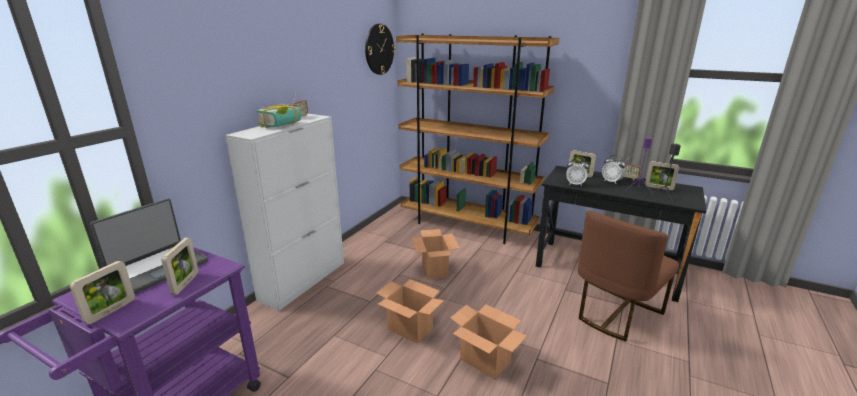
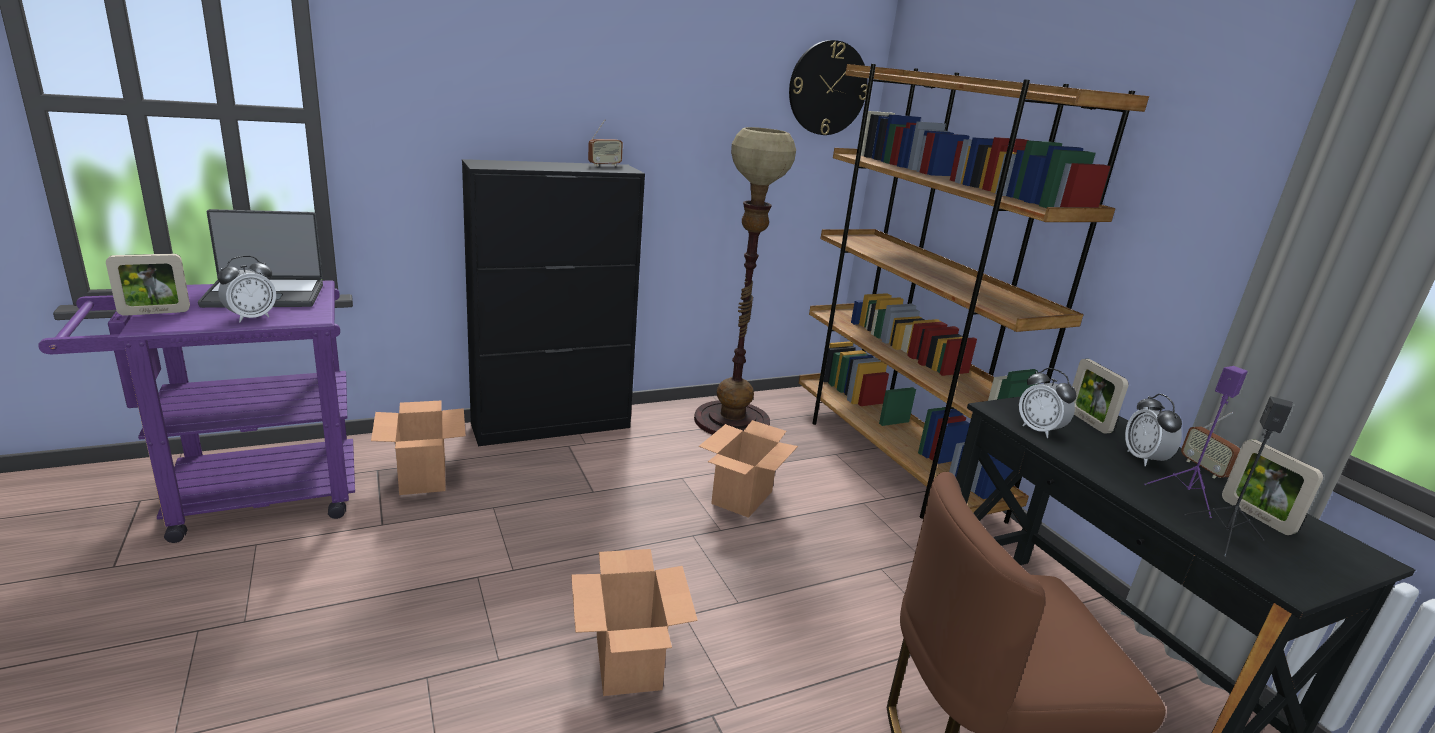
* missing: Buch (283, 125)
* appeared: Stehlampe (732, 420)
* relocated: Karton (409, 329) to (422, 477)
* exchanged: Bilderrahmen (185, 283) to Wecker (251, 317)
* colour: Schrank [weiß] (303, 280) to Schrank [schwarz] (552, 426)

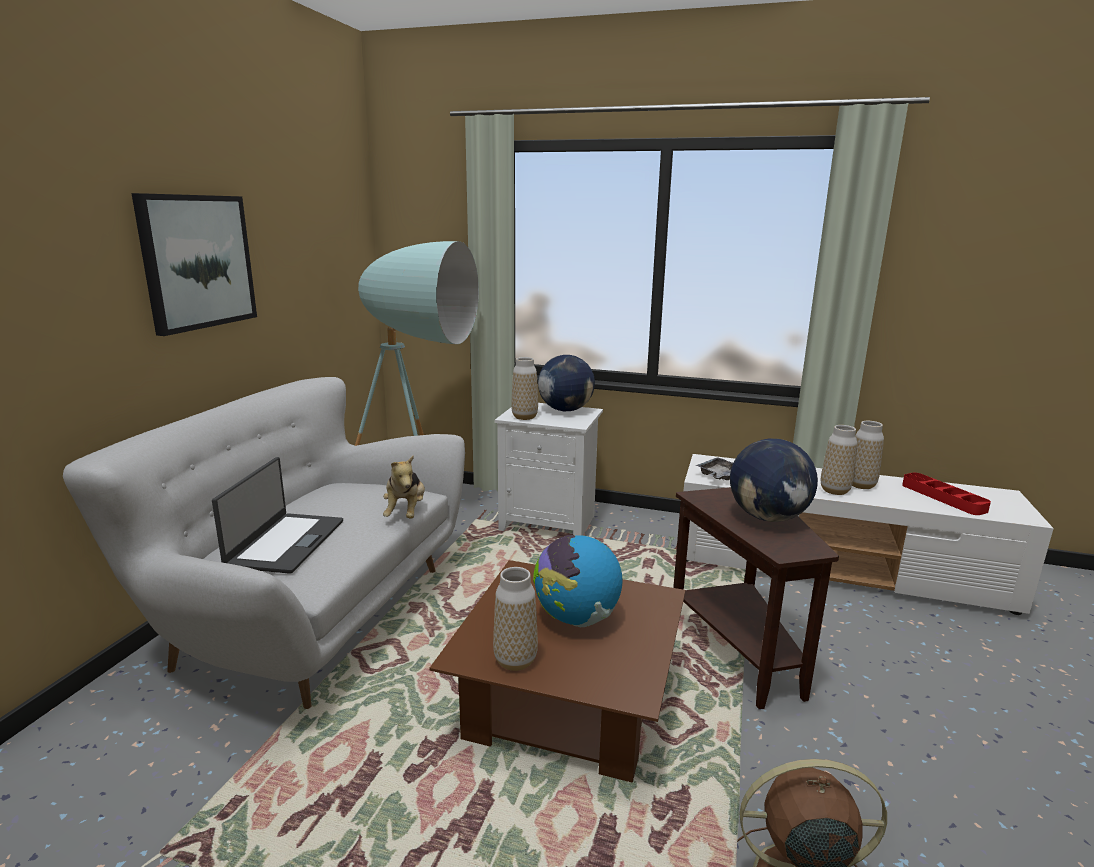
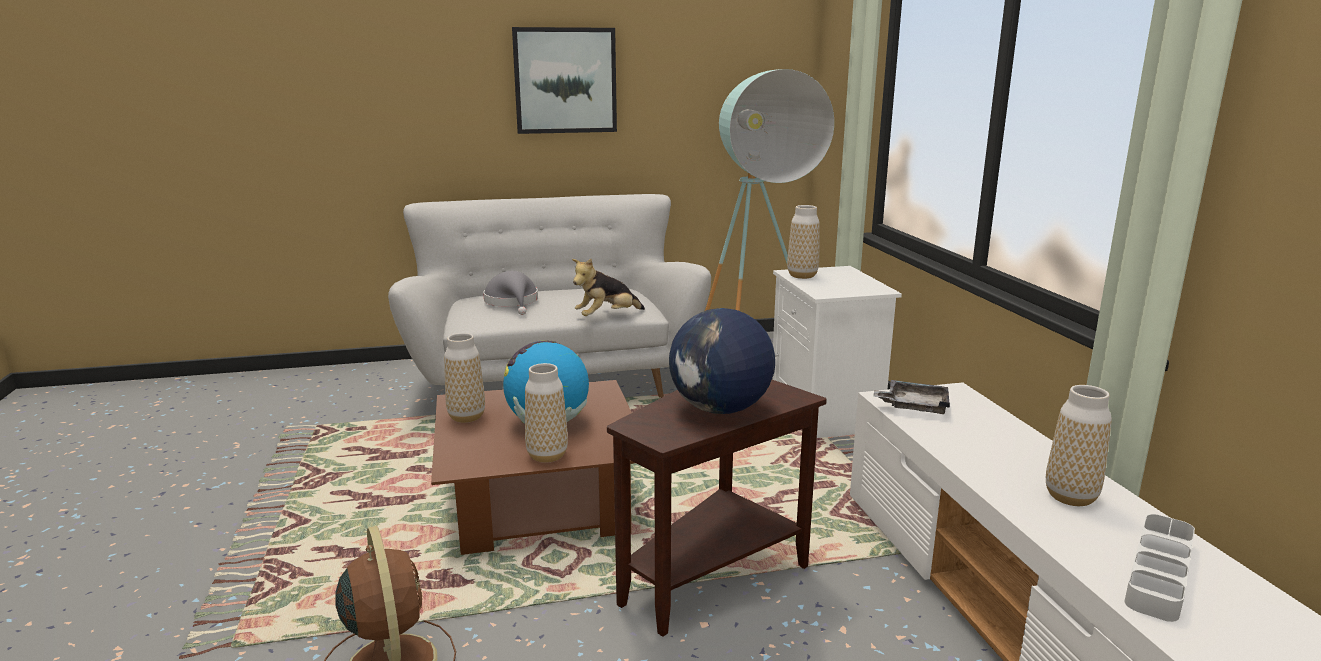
* missing: Globus (565, 410)
* relocated: Vase (834, 490) to (547, 455)
* exchanged: Laptop (285, 543) to Hut [grau] (512, 302)
* colour: Tablett [rot] (943, 497) to Tablett [grau] (1159, 572)

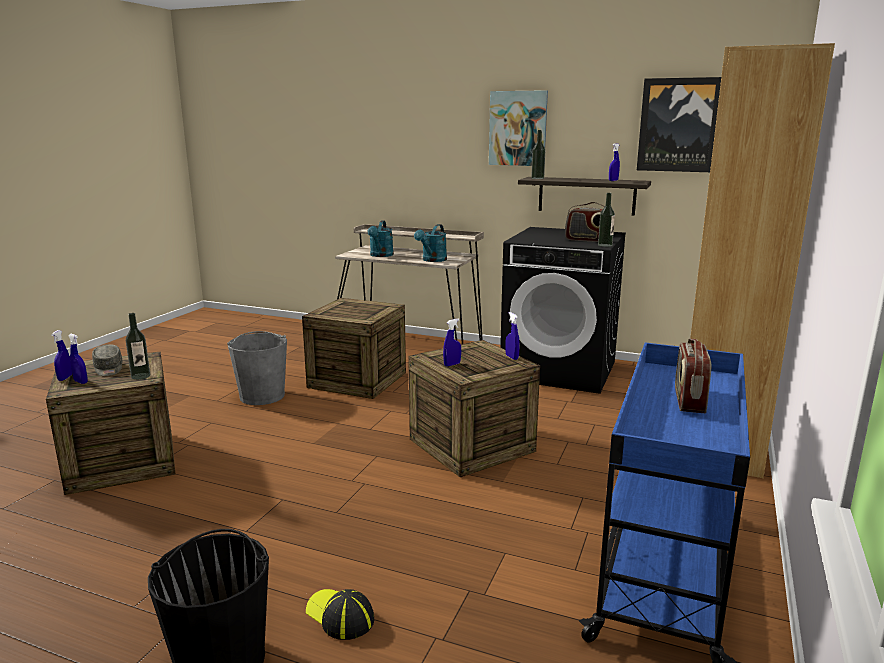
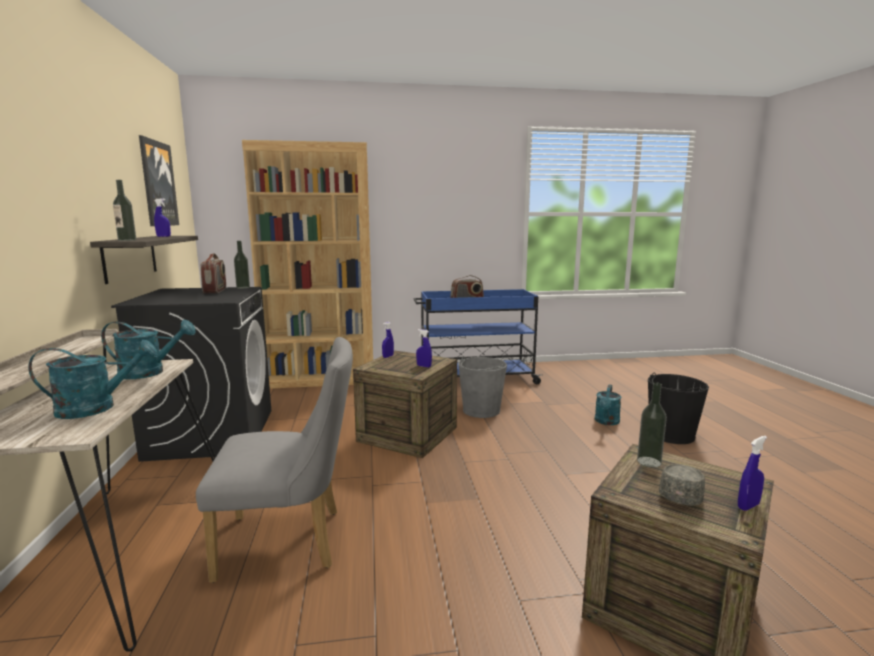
* missing: Sprühflasche [blau] (81, 382)
* missing: Bild (518, 128)
* relocated: Eimer [grau] (262, 396) to (481, 410)
* exchanged: Kiste (357, 380) to Stuhl [grau] (291, 542)
* exchanged: Kappe (340, 616) to Gießkanne [türkis] (606, 422)

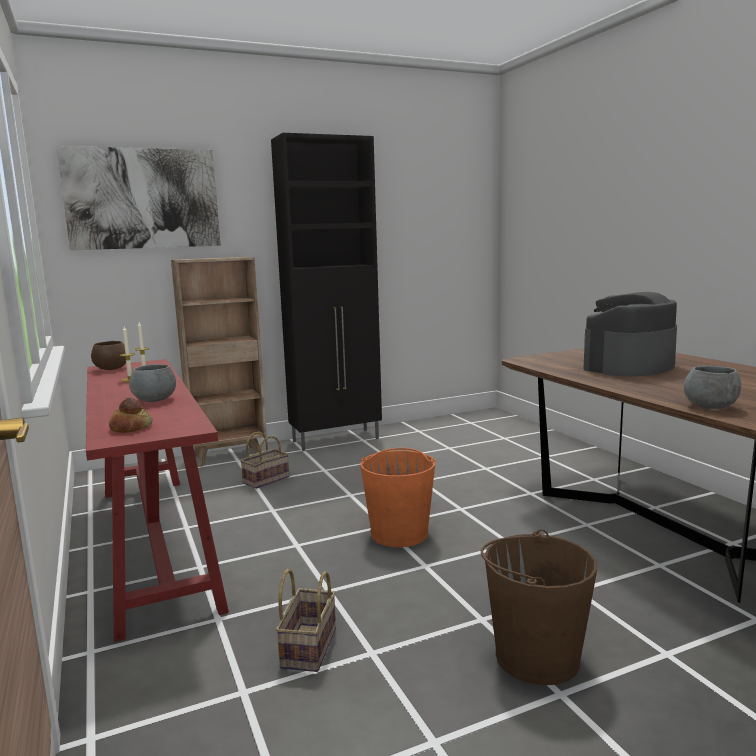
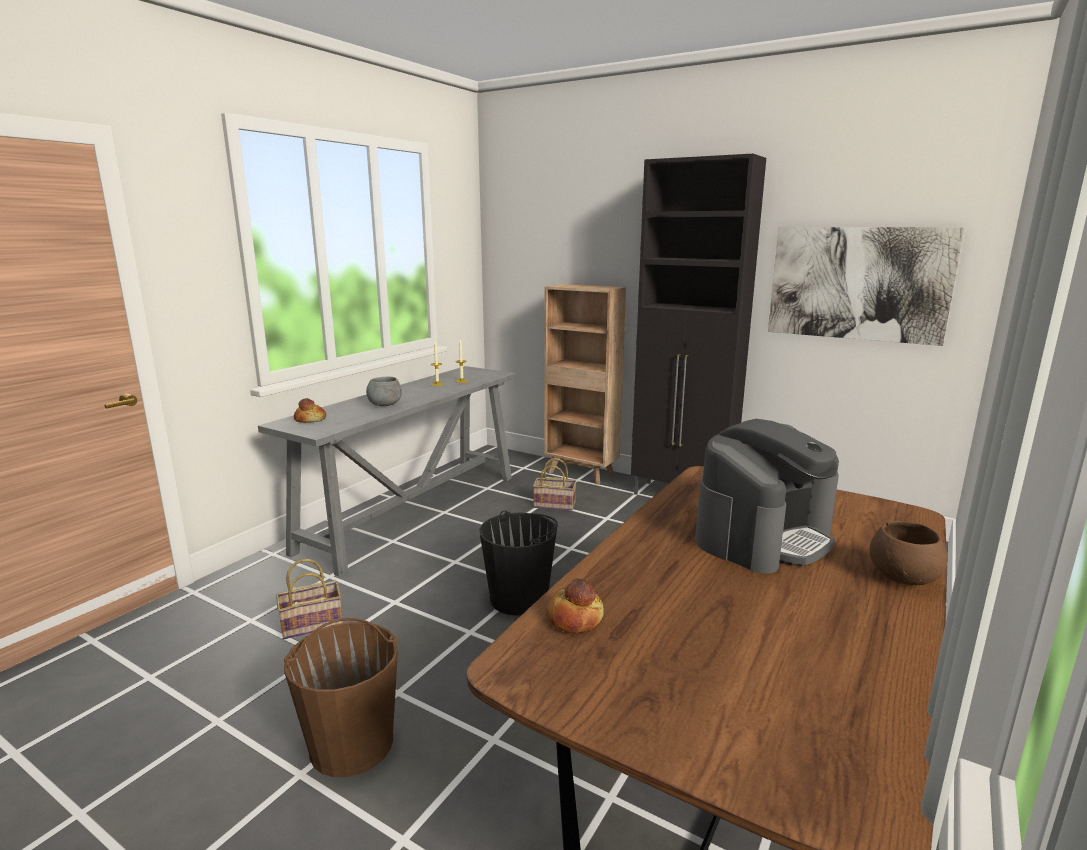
* relocated: Bild (143, 198) to (858, 284)
* relocated: Schüssel [braun] (111, 369) to (902, 578)
* exchanged: Schüssel [grau] (710, 407) to Brot (574, 617)
* colour: Konsolentisch [rot] (154, 541) to Konsolentisch [grau] (414, 511)
* colour: Eimer [orange] (399, 533) to Eimer [schwarz] (519, 598)
* spun: Kaffeemaschine (629, 367) = (763, 536) 120 degrees clockwise

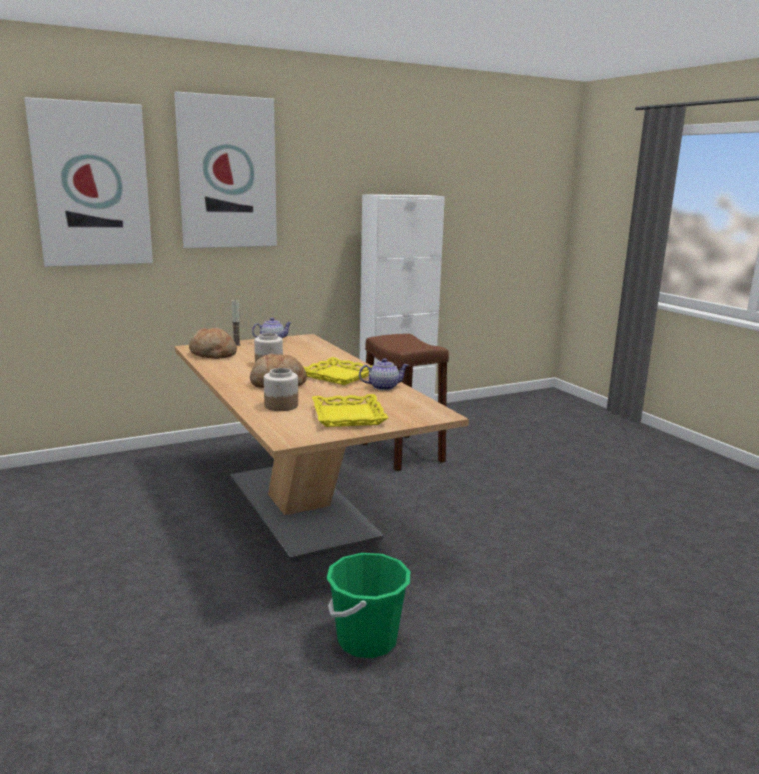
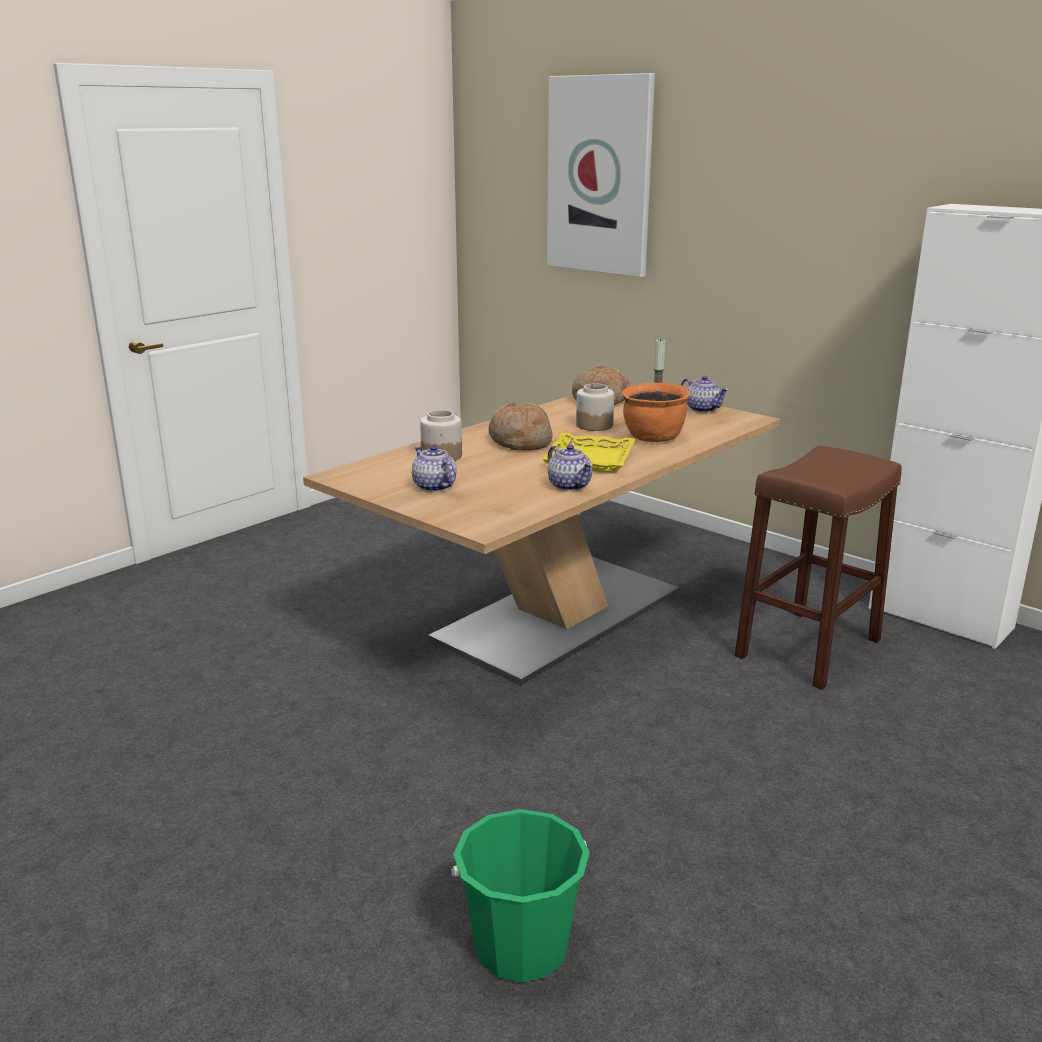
* missing: Bild (227, 173)
* appeared: Kochtopf [orange] (653, 438)
* relocated: Eimer [grün] (367, 640) to (521, 947)
* exchanged: Tablett [gelb] (349, 416) to Teekanne (434, 487)

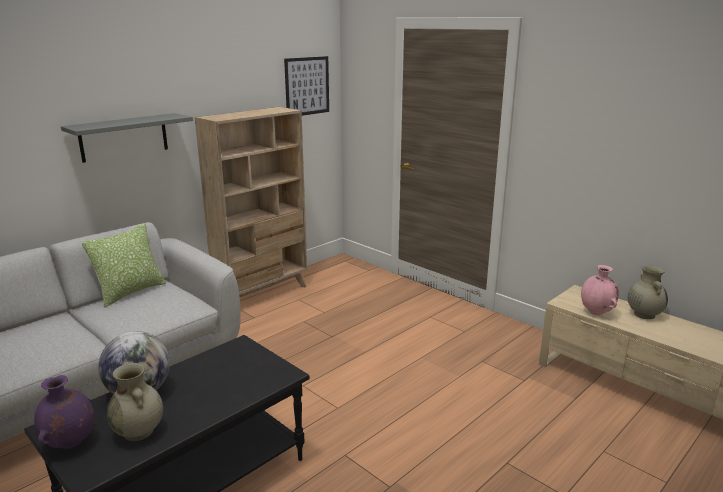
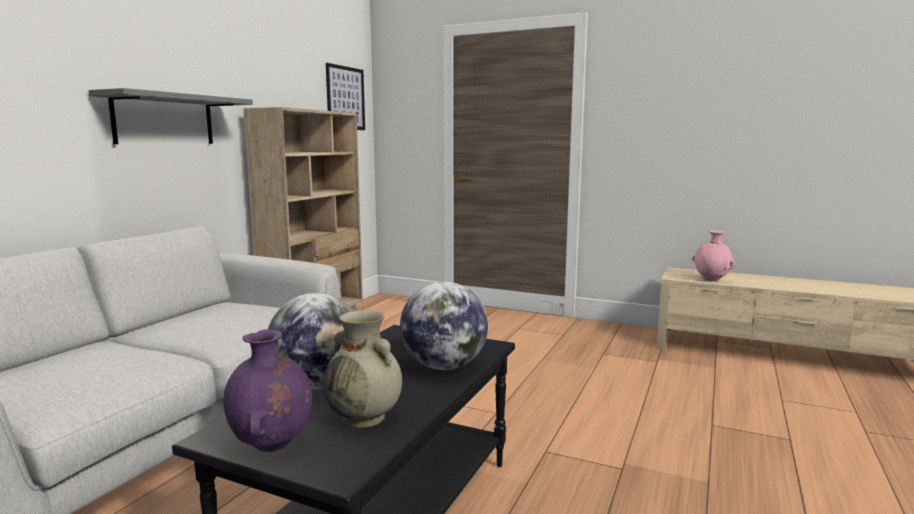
* missing: Kissen (130, 292)
* missing: Vase [beige] (644, 314)
* appeared: Globus (444, 366)

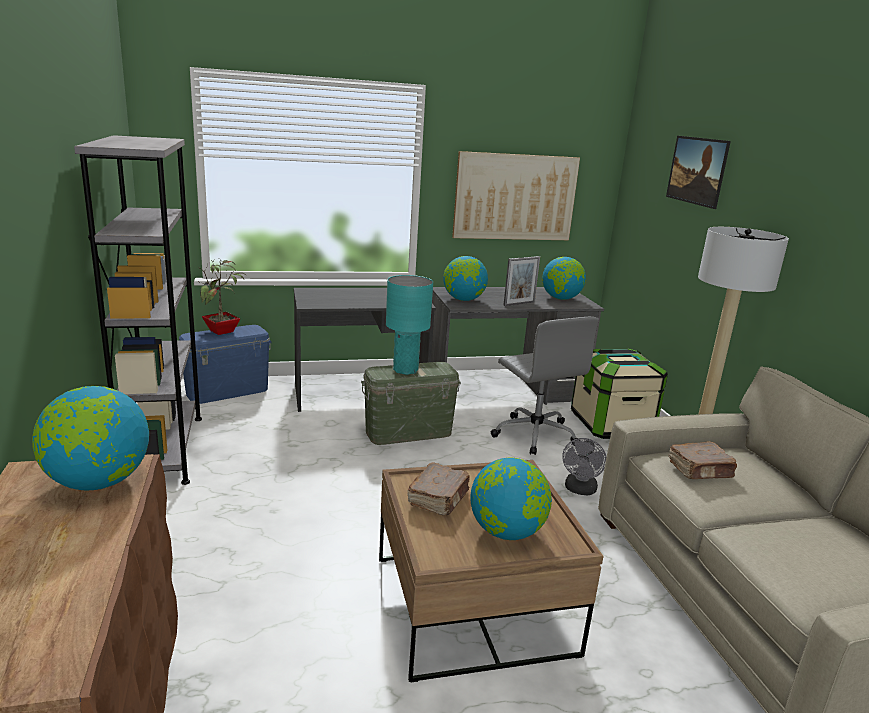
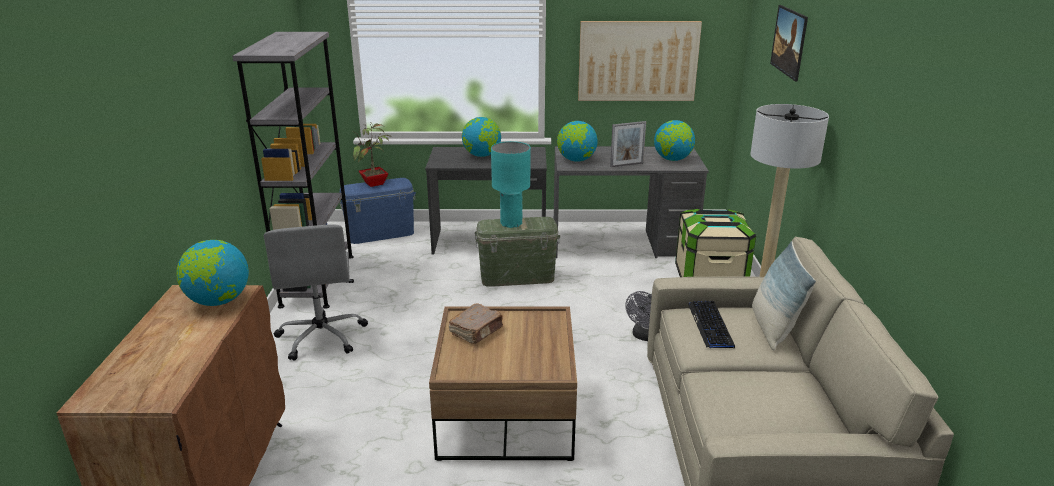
* appeared: Kissen (773, 329)
* relocated: Globus (506, 532) to (482, 155)
* relocated: Bürostuhl [grau] (534, 434) to (322, 336)
* exchanged: Buch [braun] (700, 470) to Tastatur (710, 325)

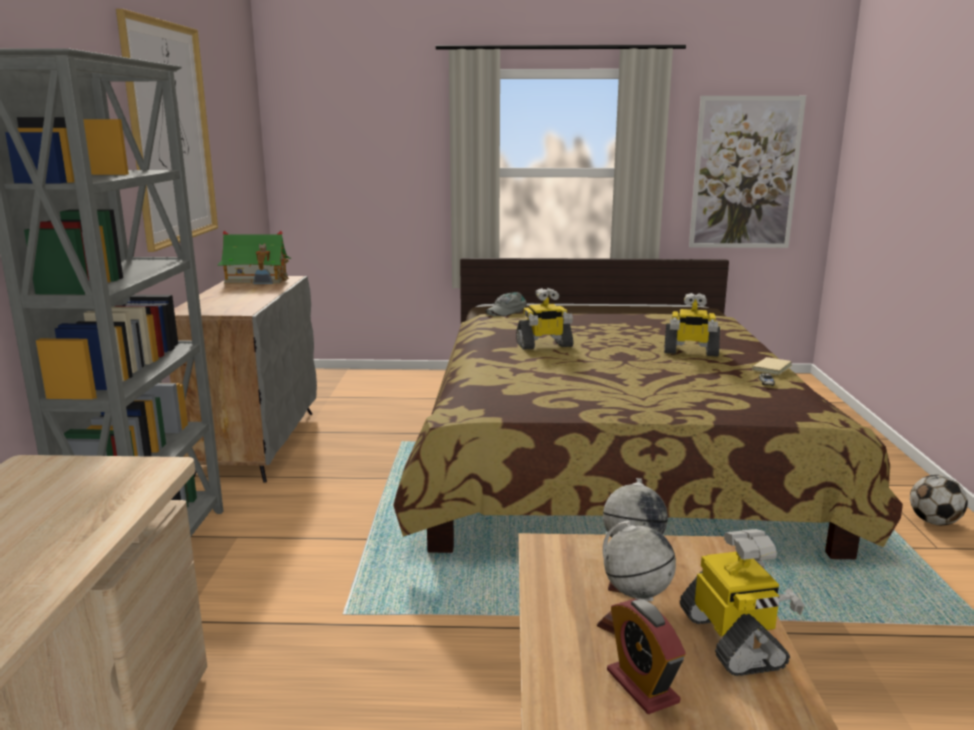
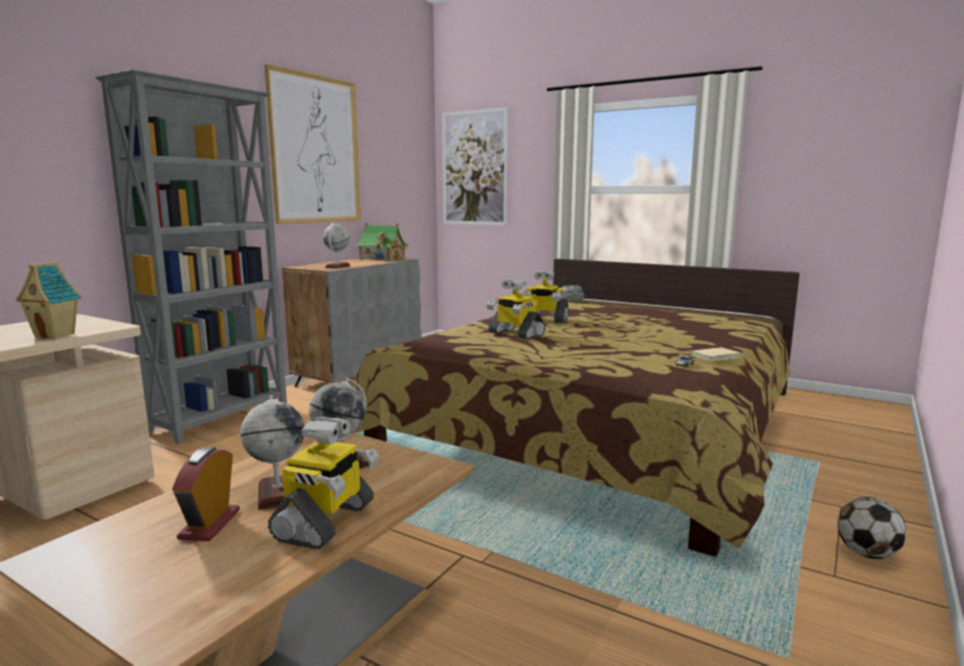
* appeared: Spielzeughaus (56, 335)
* appeared: Globus (337, 267)
* relocated: Spielzeugroboter (690, 352) to (515, 334)
* relocated: Bild (745, 173) to (474, 168)

